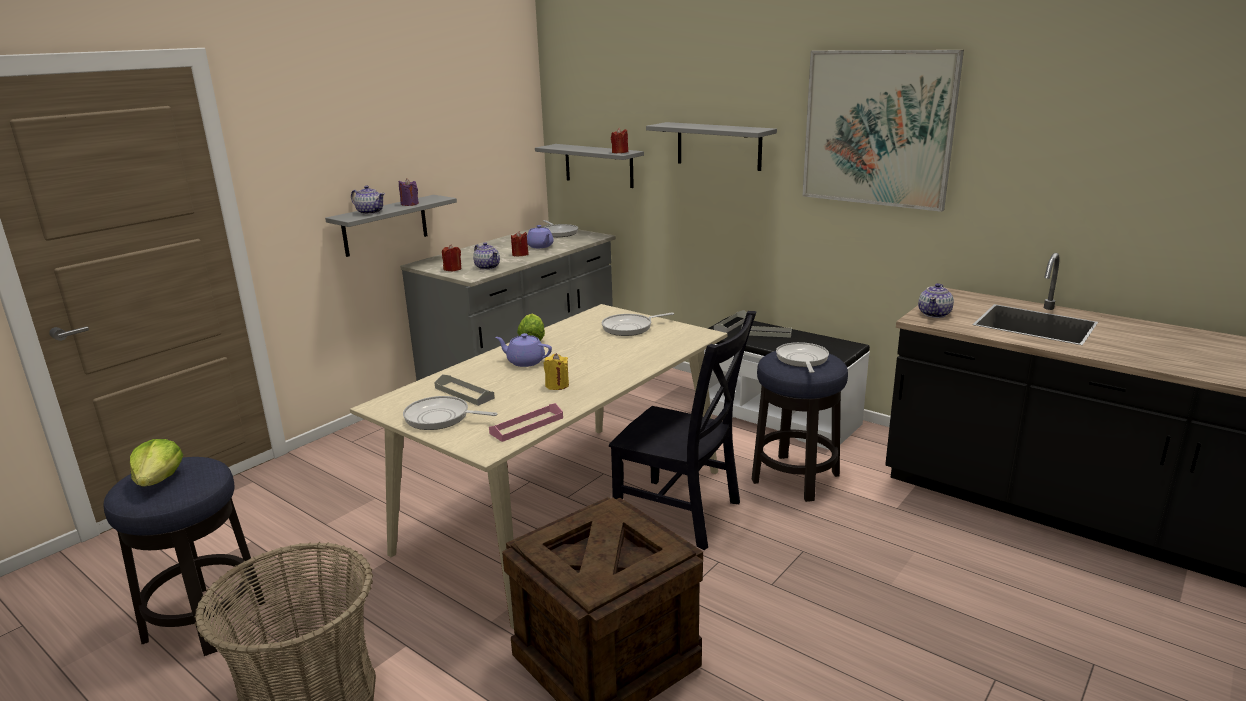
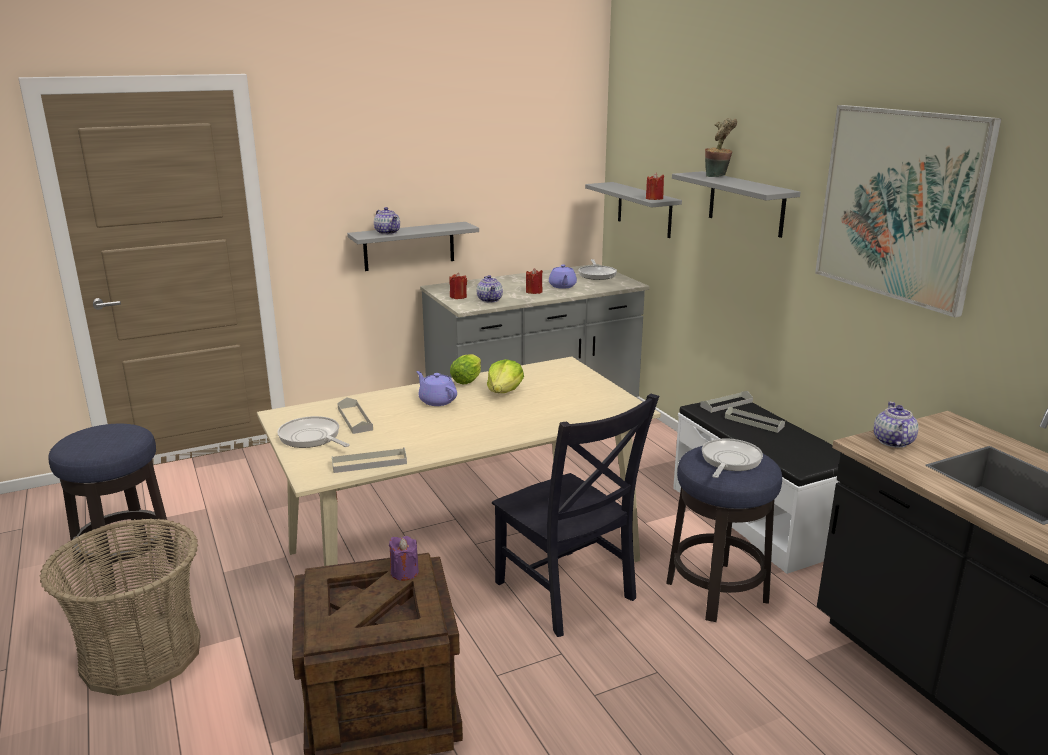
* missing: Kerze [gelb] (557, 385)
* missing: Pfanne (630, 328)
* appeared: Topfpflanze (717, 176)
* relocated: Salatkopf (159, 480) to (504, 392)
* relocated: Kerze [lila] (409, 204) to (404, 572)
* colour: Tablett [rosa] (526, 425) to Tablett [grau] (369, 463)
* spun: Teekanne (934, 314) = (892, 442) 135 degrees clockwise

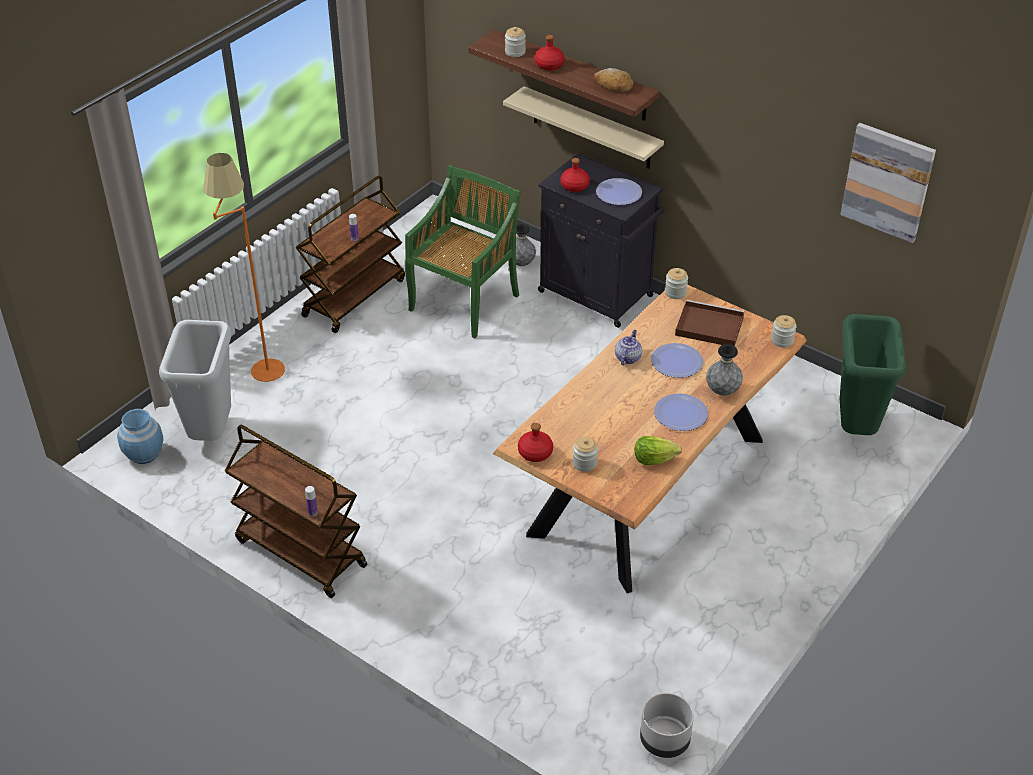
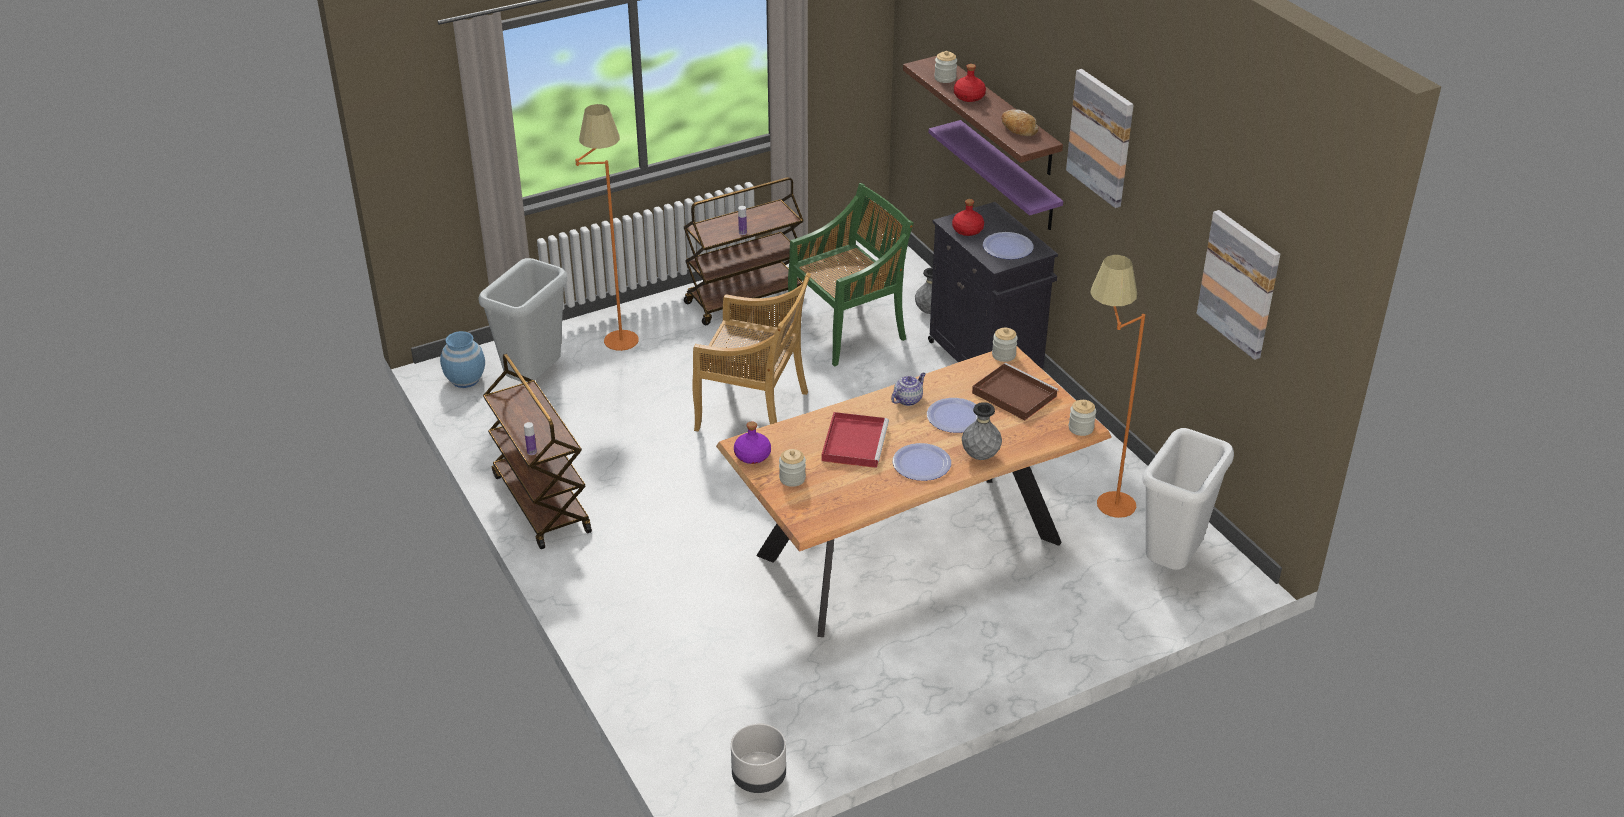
* missing: Salatkopf (654, 459)
* appeared: Stuhl [beige] (754, 412)
* appeared: Tablett [rot] (854, 442)
* appeared: Bild (1101, 137)
* appeared: Stehlampe [orange] (1100, 497)
* colour: Wandregal [beige] (591, 128) to Wandregal [lila] (1008, 176)
* colour: Flasche [rot] (535, 453) to Flasche [lila] (752, 455)
* colour: Mülleimer [grün] (856, 429) to Mülleimer [weiß] (1172, 563)

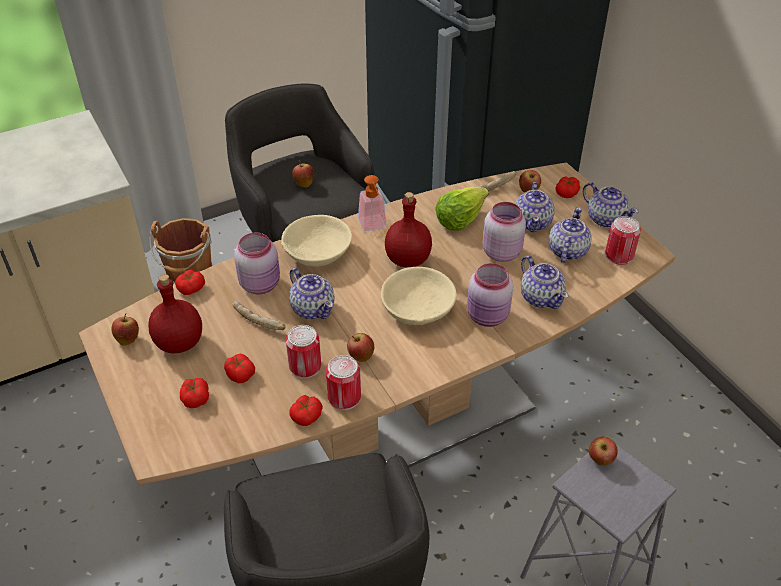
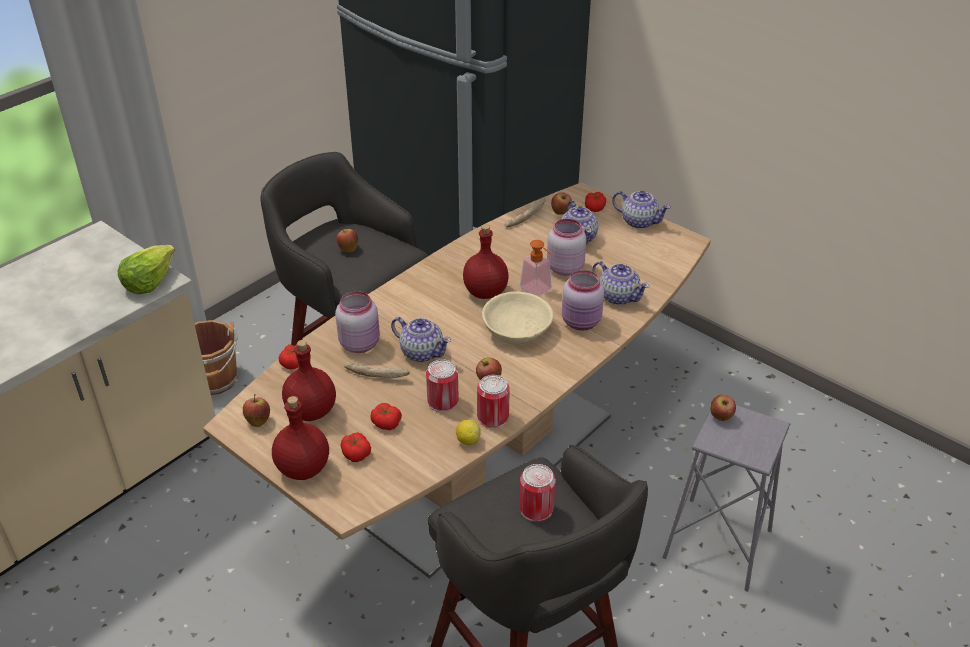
* missing: Schüssel [beige] (318, 252)
* missing: Teekanne (567, 251)
* appeared: Flasche [rot] (304, 469)
* relocated: Seifenspender (373, 226) to (539, 291)
* relocated: Salatkopf (459, 219) to (149, 282)
* relocated: Dose (619, 255) to (536, 508)
* exchanged: Tomate (307, 416) to Zitrone (468, 440)

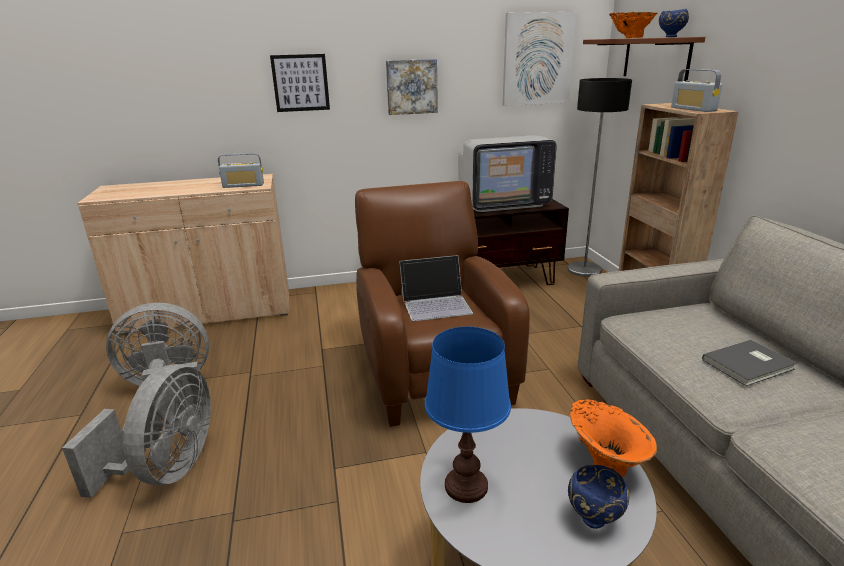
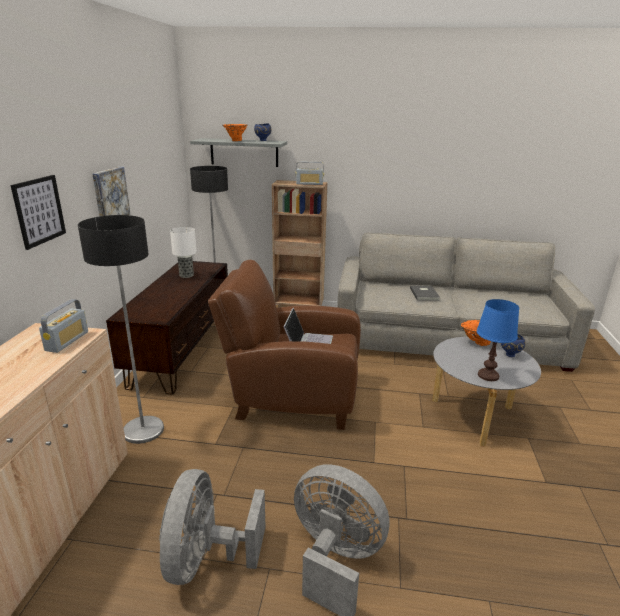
* missing: Bild (537, 59)
* appeared: Stehlampe (143, 430)
* exchanged: Fernseher (503, 203) to Tischlampe (186, 275)
* colour: Wandregal [braun] (656, 58) to Wandregal [grau] (244, 152)

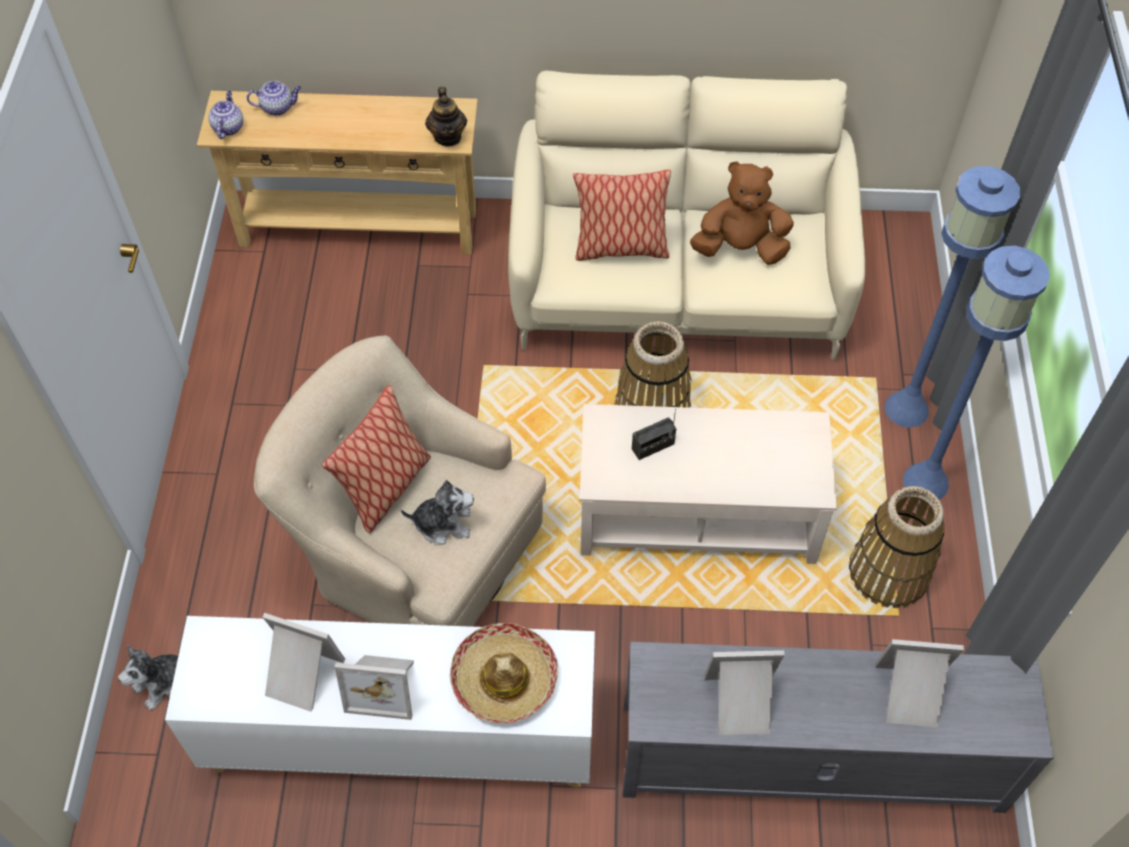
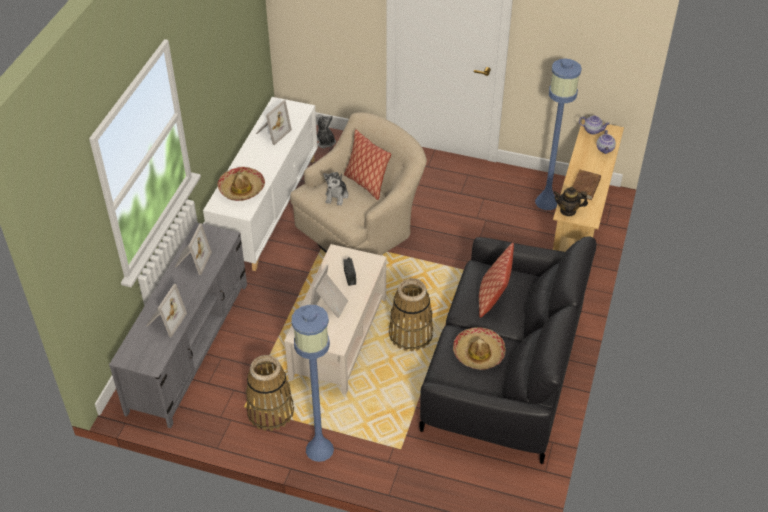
* appeared: Buch [braun] (585, 187)
* relocated: Bilderrahmen (384, 685) to (330, 305)
* relocated: Stehlampe [blau] (907, 409) to (546, 202)
* exchanged: Plüschtier [braun] (740, 248) to Hut (478, 353)
* colour: Sofa [beige] (678, 282) to Sofa [schwarz] (503, 370)

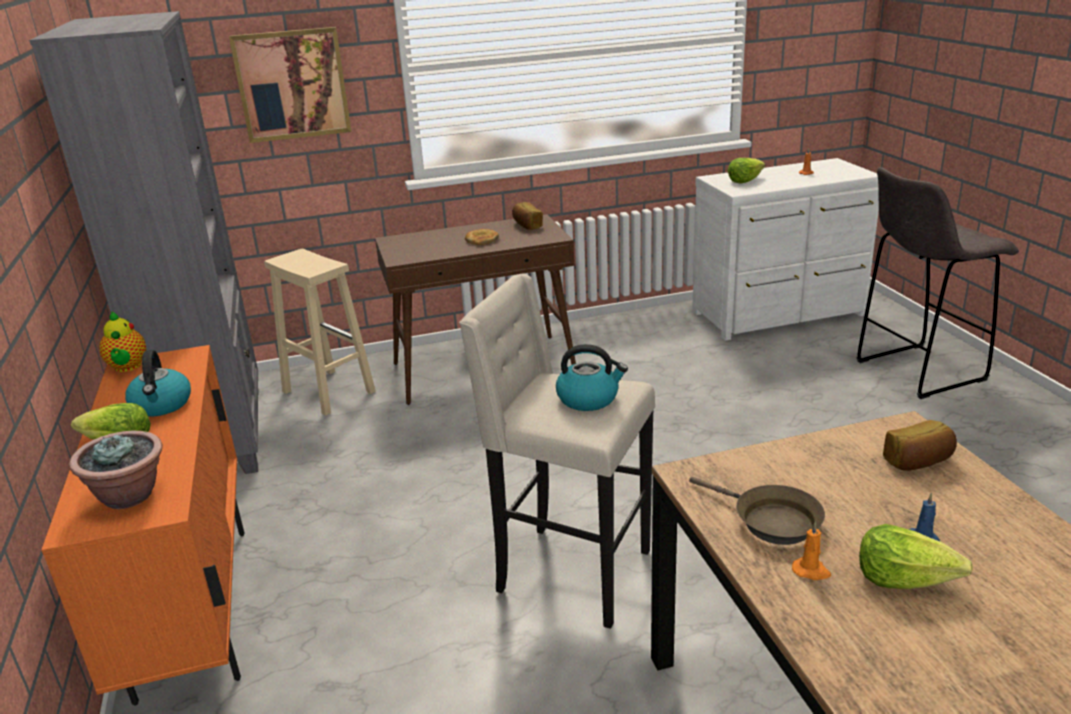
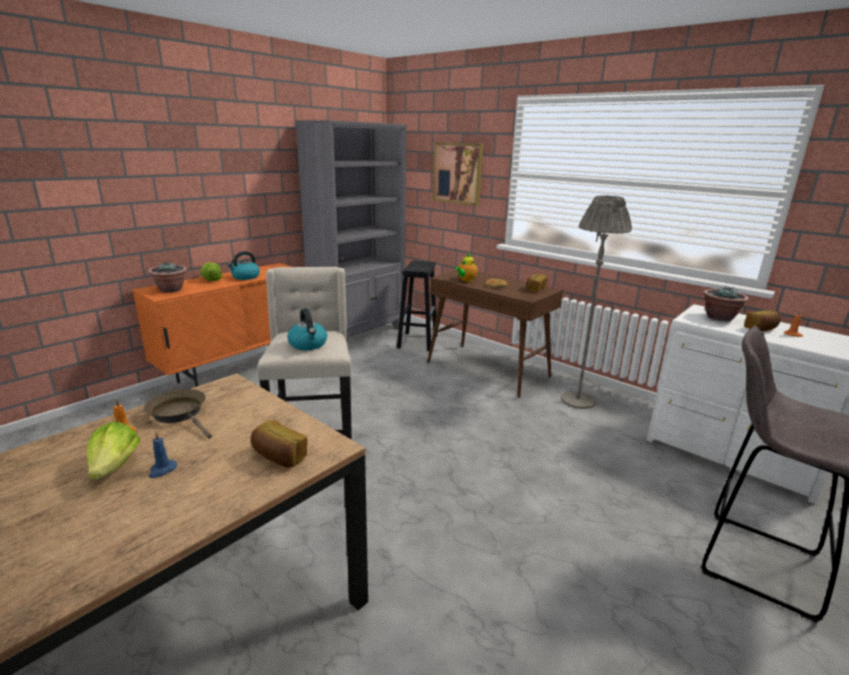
* appeared: Stehlampe [grau] (577, 400)
* appeared: Brot (761, 329)
* relocated: Teekanne (127, 367) to (466, 280)
* exchanged: Salatkopf (744, 180) to Topfpflanze (719, 318)
* colour: Hocker [beige] (327, 391) to Hocker [schwarz] (417, 341)
* spun: Pfanne [braun] (770, 521) = (180, 414) 120 degrees clockwise

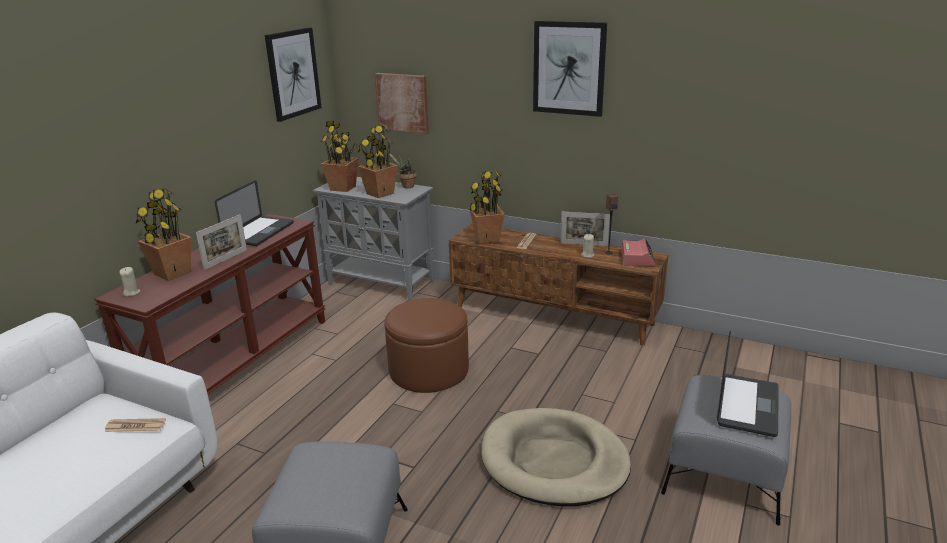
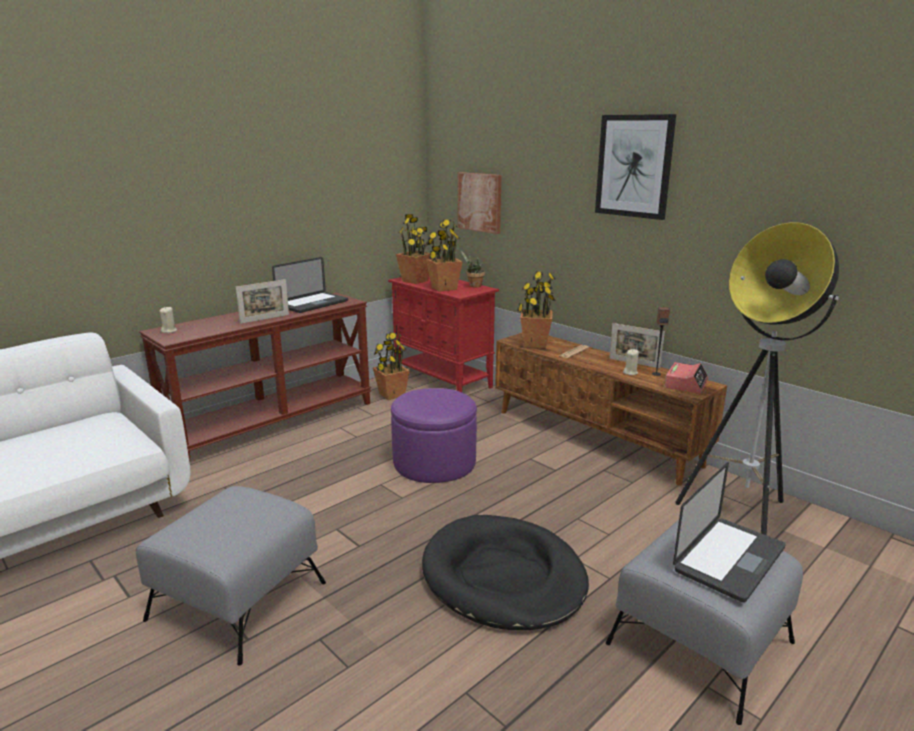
* missing: Zeitung (135, 426)
* missing: Bild (293, 73)
* appeared: Stehlampe (742, 519)
* relocated: Topfpflanze (172, 273) to (391, 395)
* colour: Schrank [grau] (382, 283) to Schrank [rot] (443, 381)
* colour: Polsterhocker [braun] (429, 370) to Polsterhocker [lila] (434, 462)
* colour: Hundebett [beige] (554, 461) to Hundebett [schwarz] (503, 577)

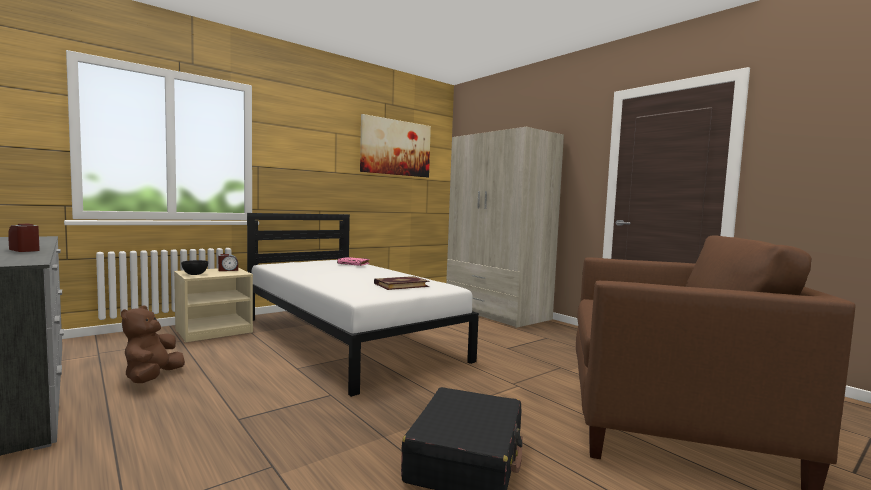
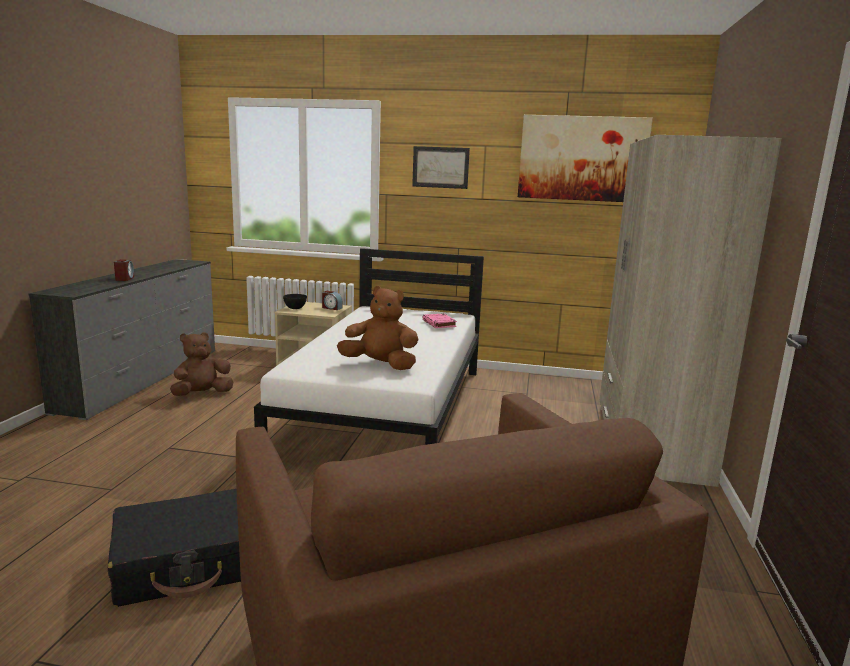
* appeared: Bild (440, 167)
* exchanged: Buch (401, 285) to Plüschtier [braun] (380, 365)

